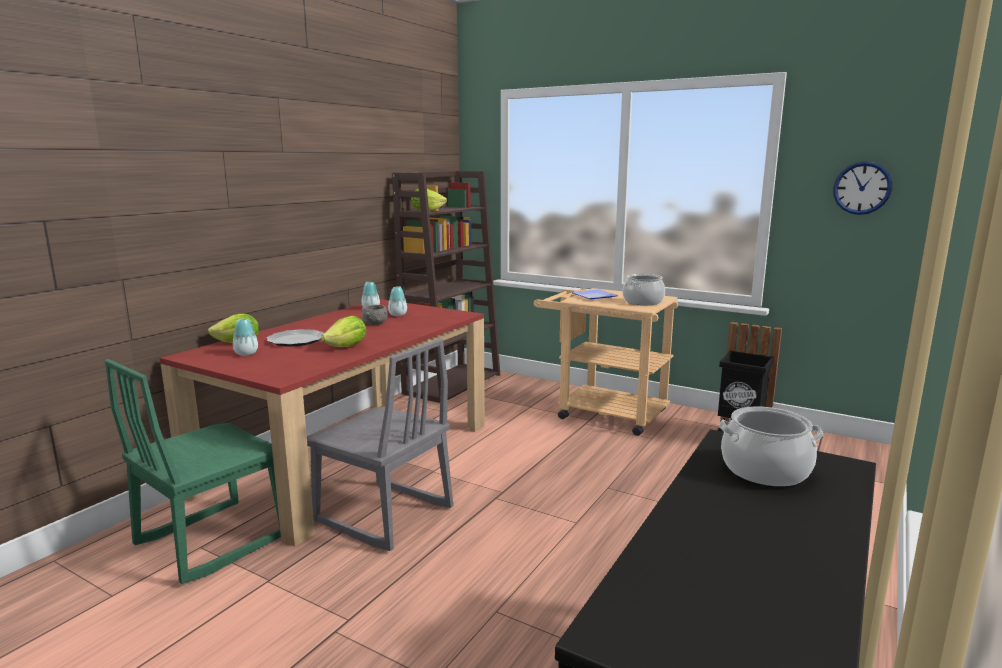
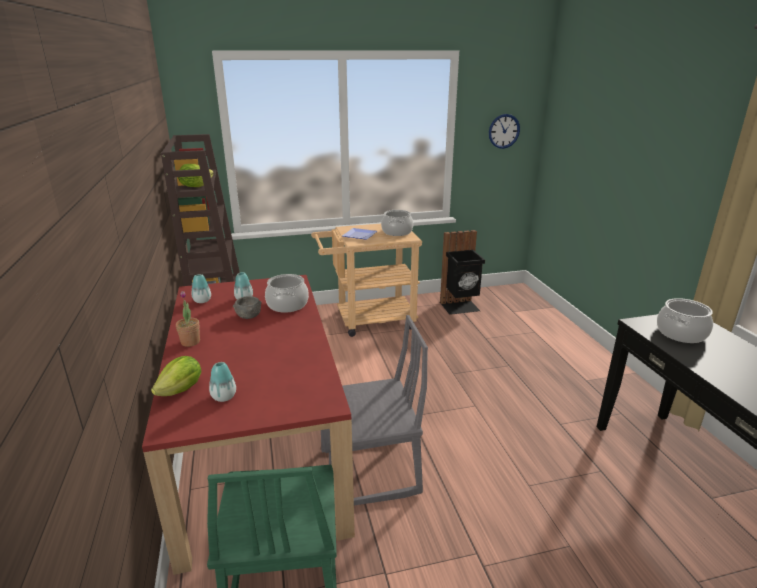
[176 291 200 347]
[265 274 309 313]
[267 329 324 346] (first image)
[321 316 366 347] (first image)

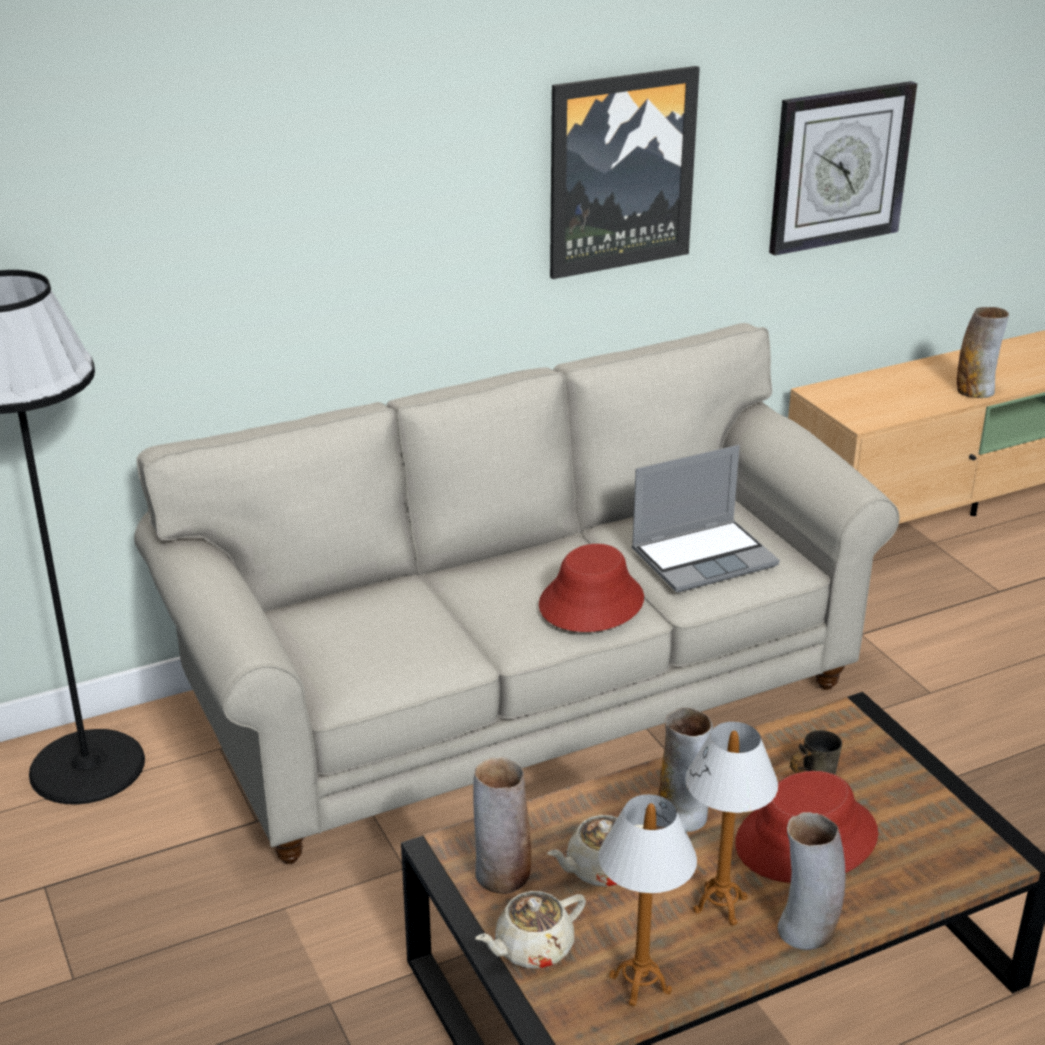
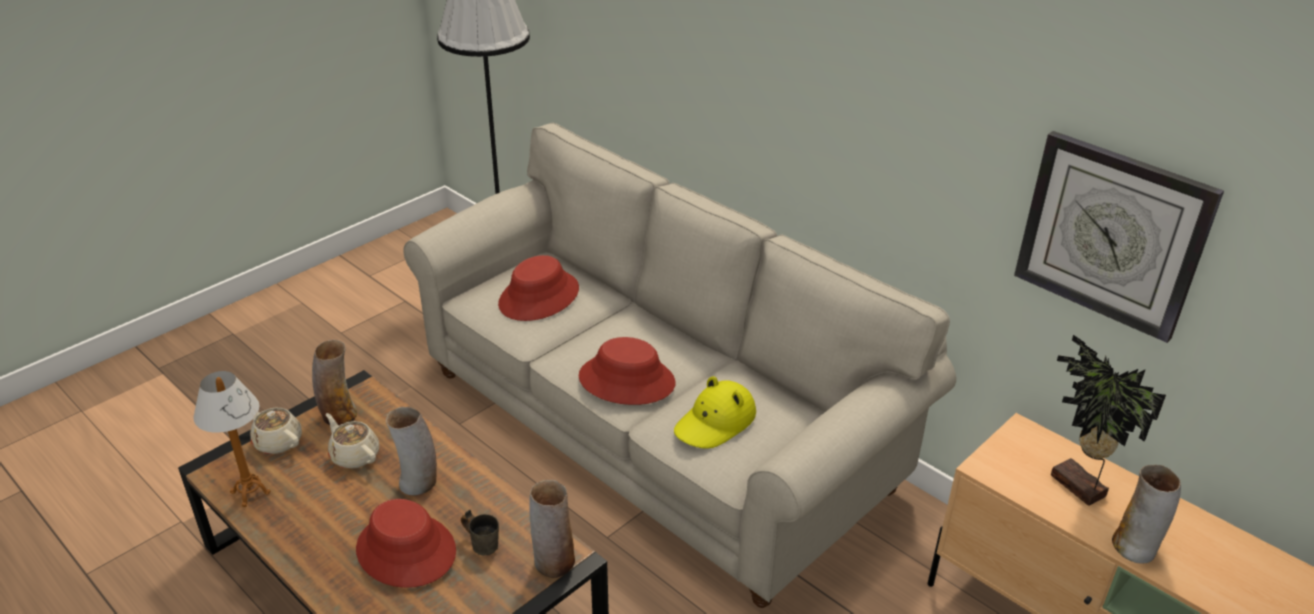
[498 255 579 321]
[529 480 575 578]
[674 376 756 449]
[1051 335 1166 506]
[550 66 700 279] (first image)
[685 722 778 926] (first image)

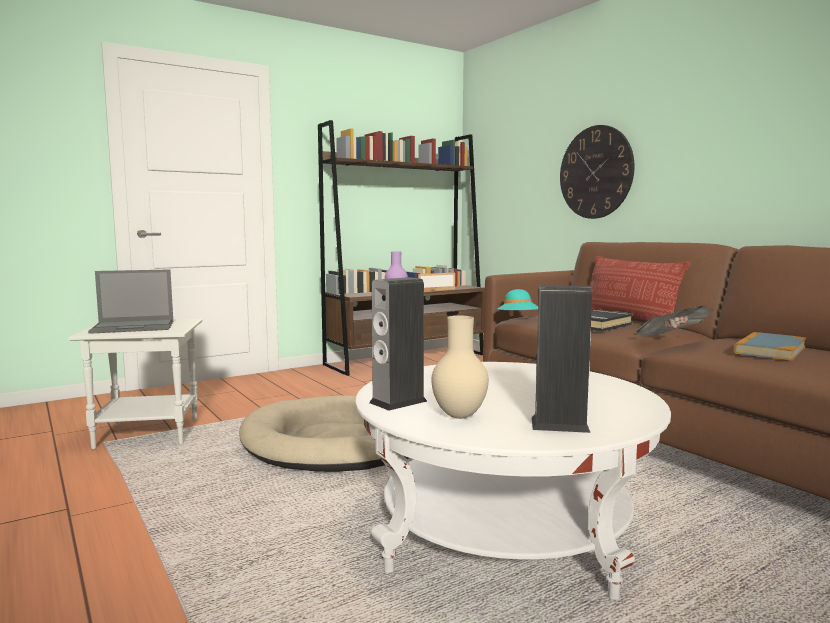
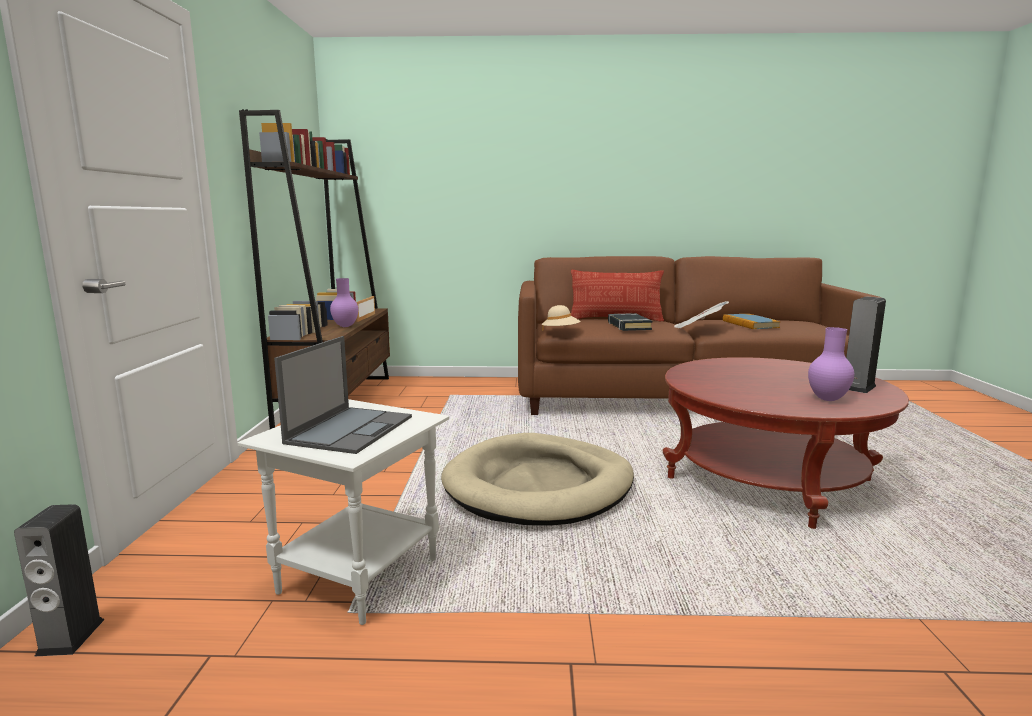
[14 504 105 657]
[542 305 580 331]
[662 357 909 529]
[808 327 854 401]
[560 125 635 219] (first image)

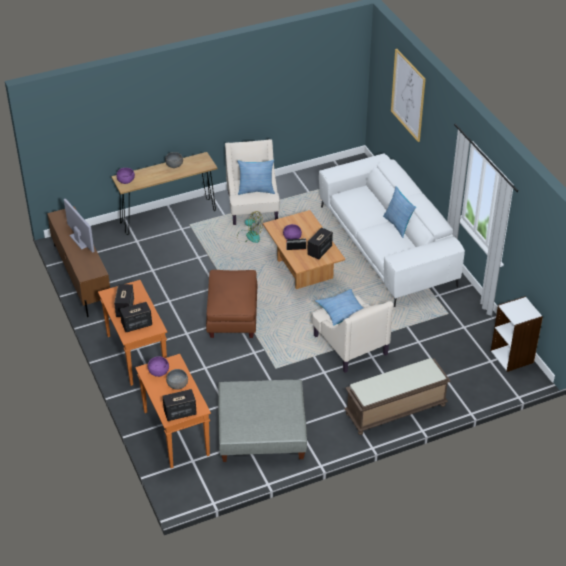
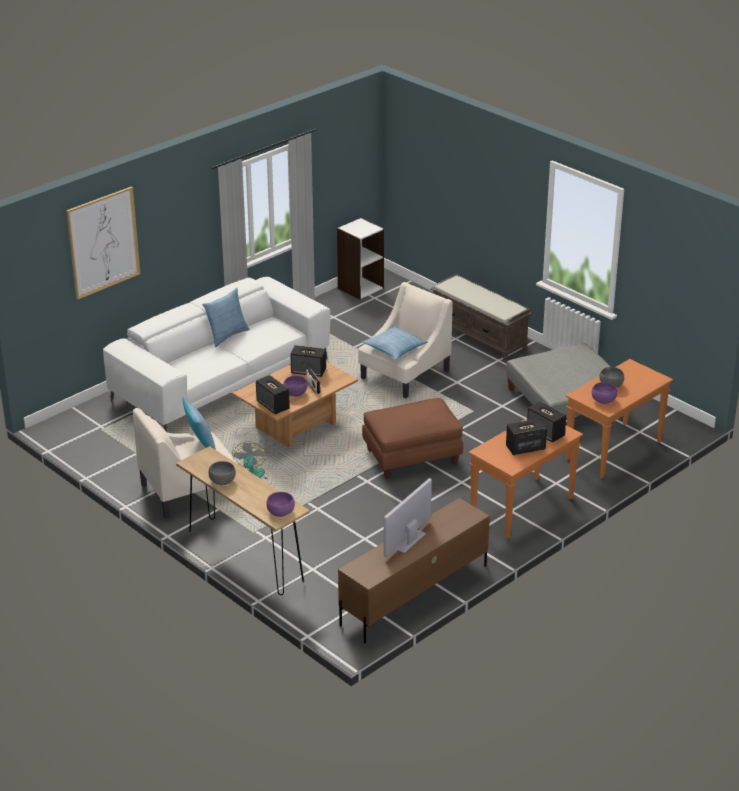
[256 375 290 414]

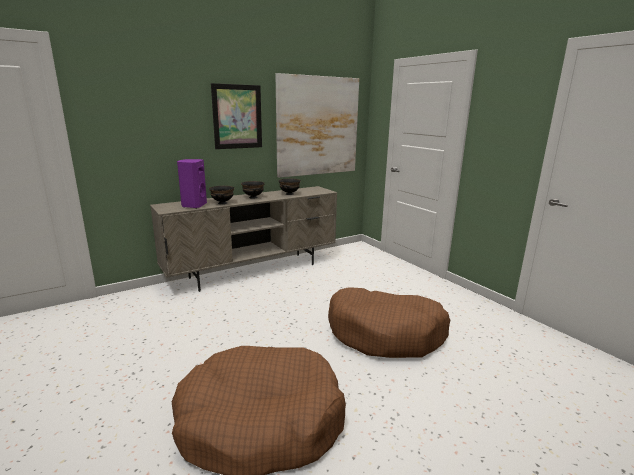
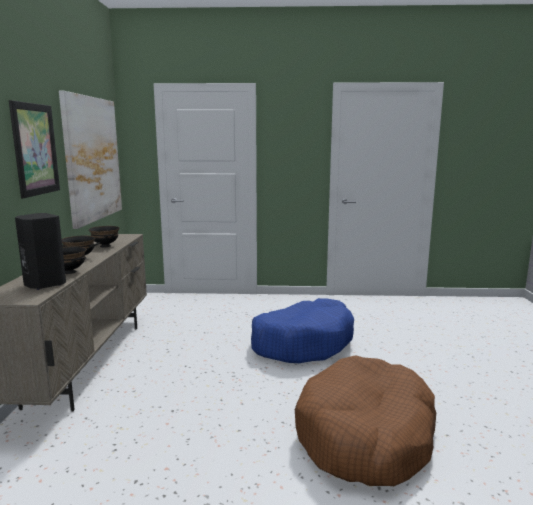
[15 213 66 290]
[251 298 354 363]

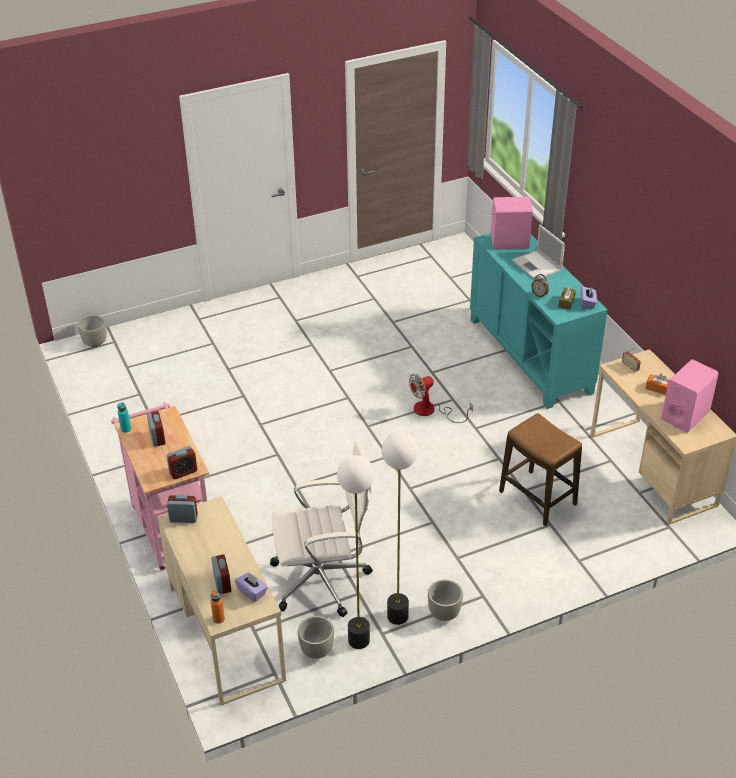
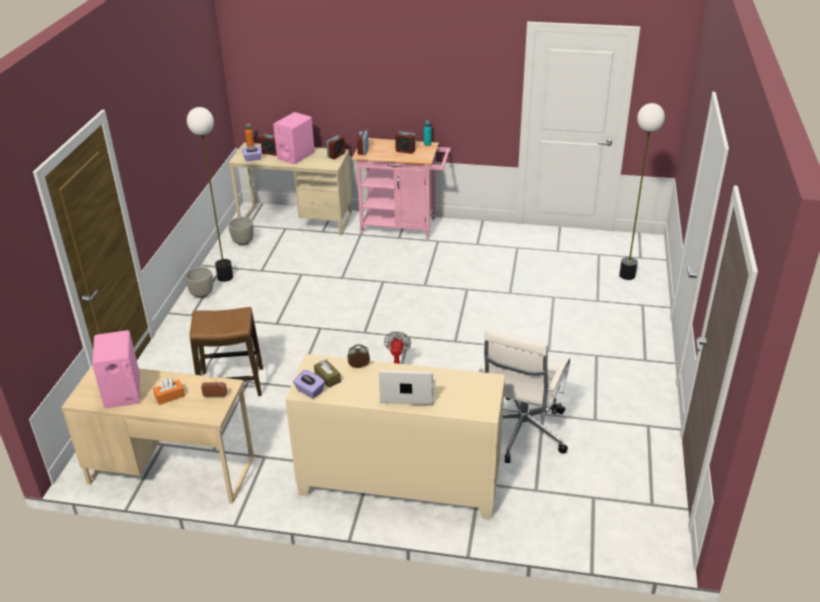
[273 112 315 164]
[285 354 505 520]
[479 328 570 463]
[619 103 665 280]
[78 315 107 347] (first image)

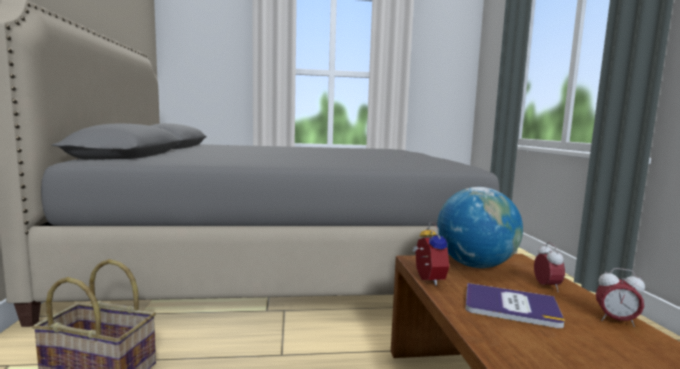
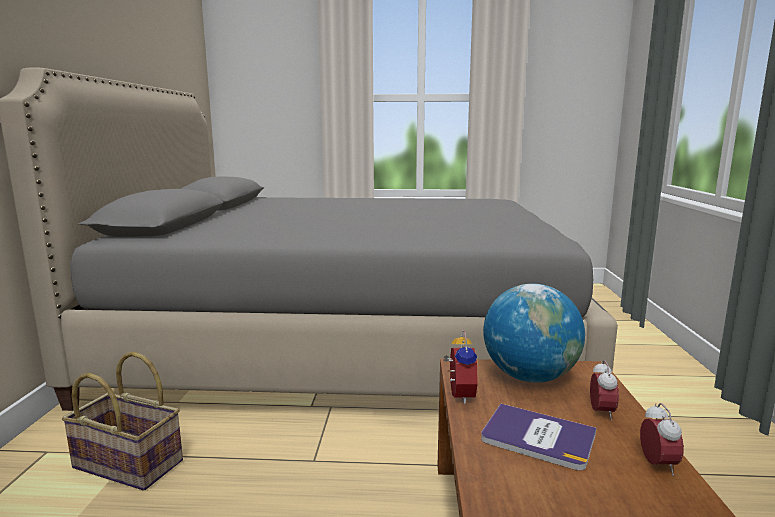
[640 403 684 476]

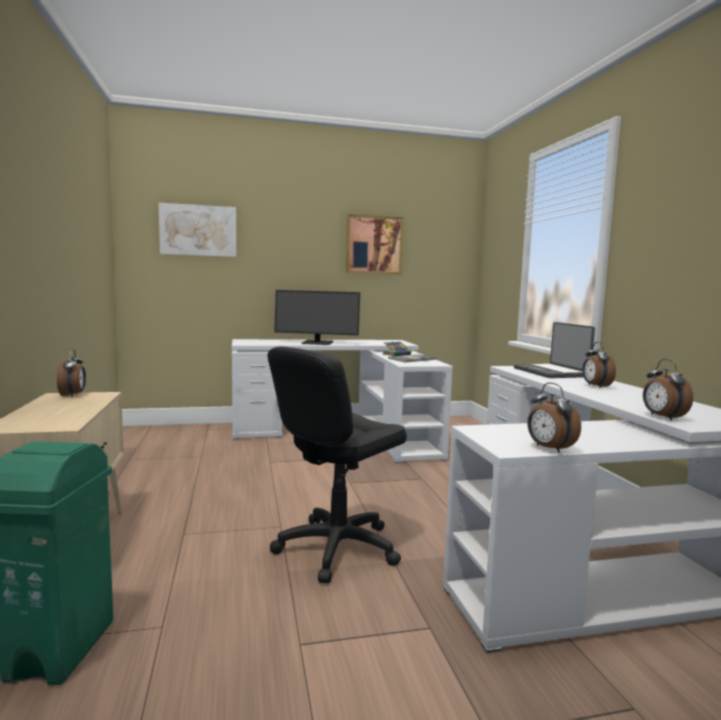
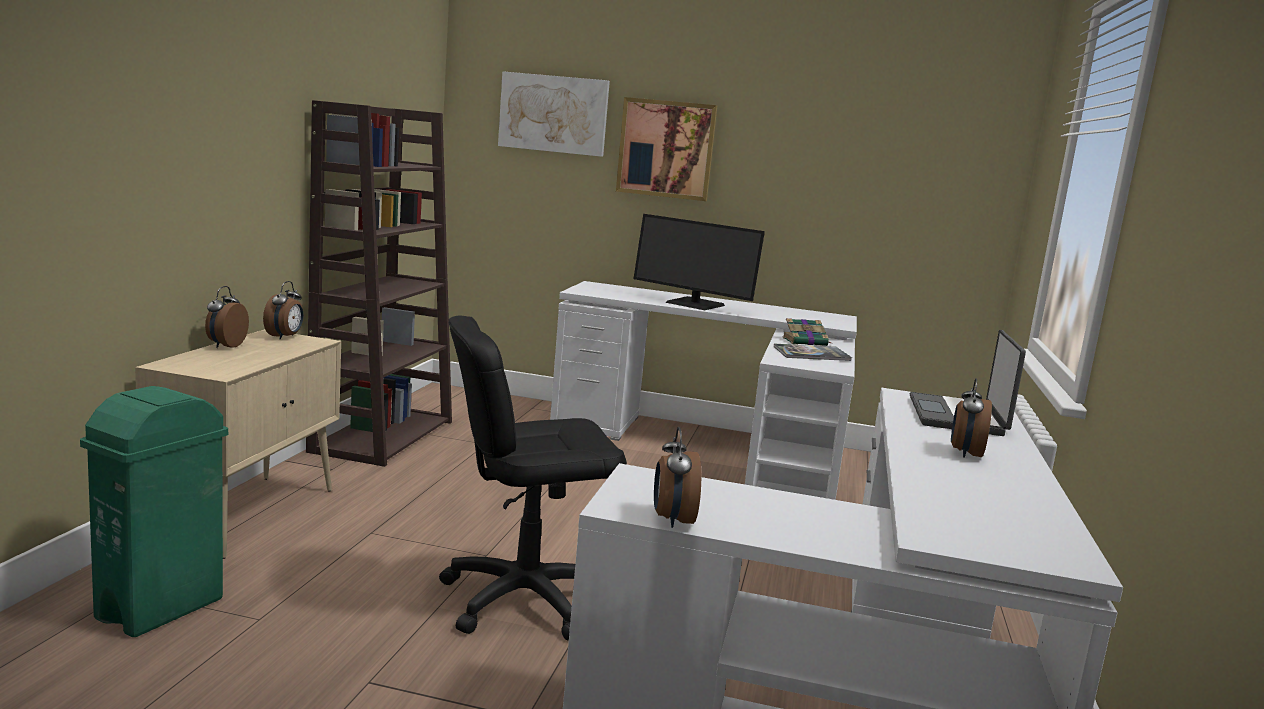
[205 286 249 348]
[306 100 452 467]
[616 97 717 201]

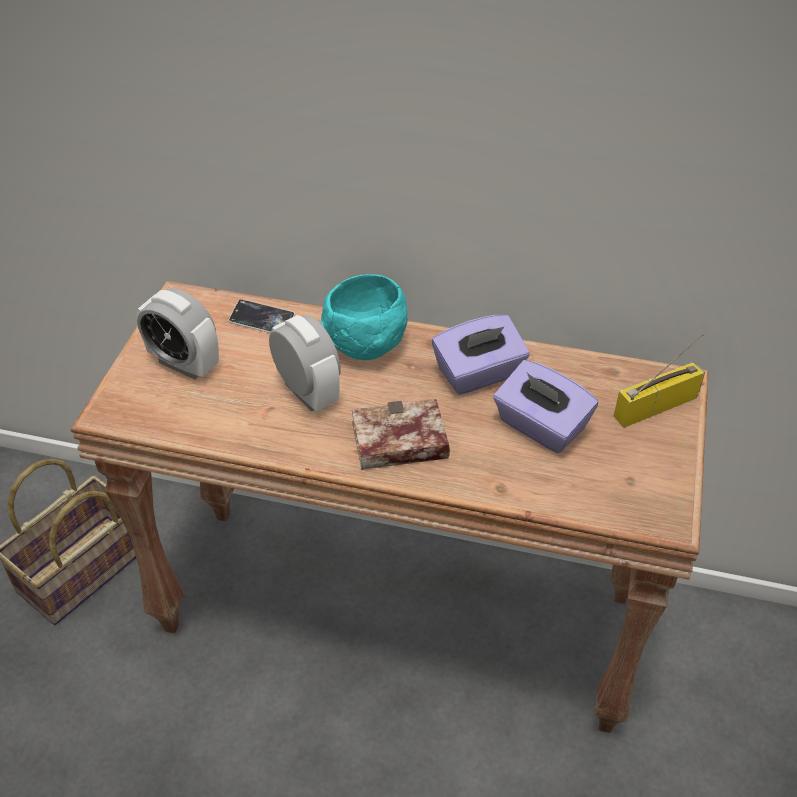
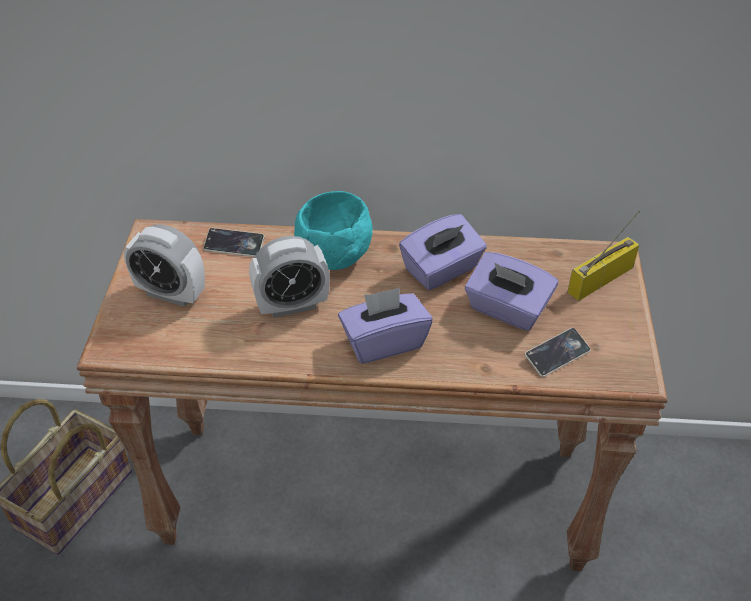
[249 236 330 318]
[338 287 433 364]
[525 328 591 377]

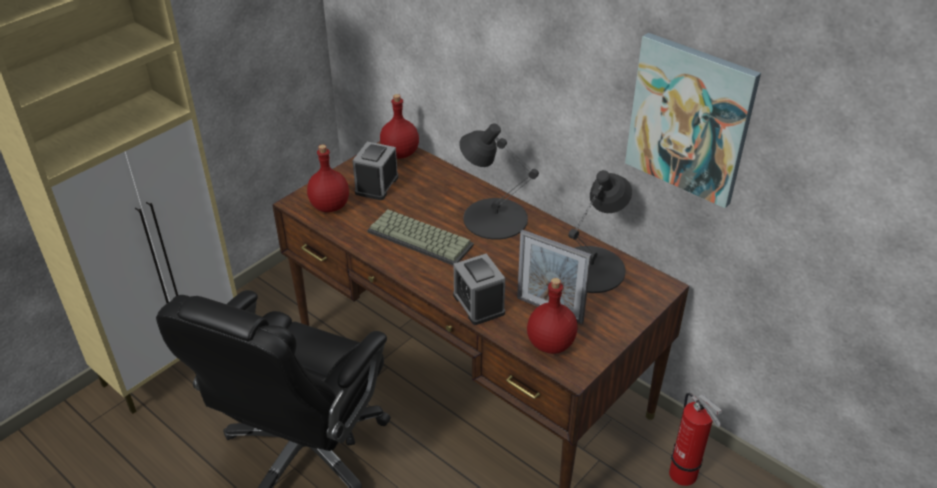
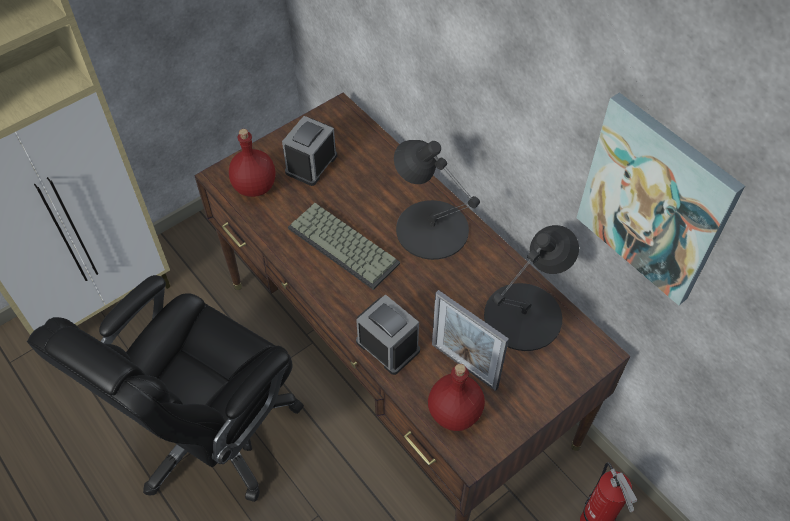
[356 294 420 375]
[380 94 419 159] (first image)

